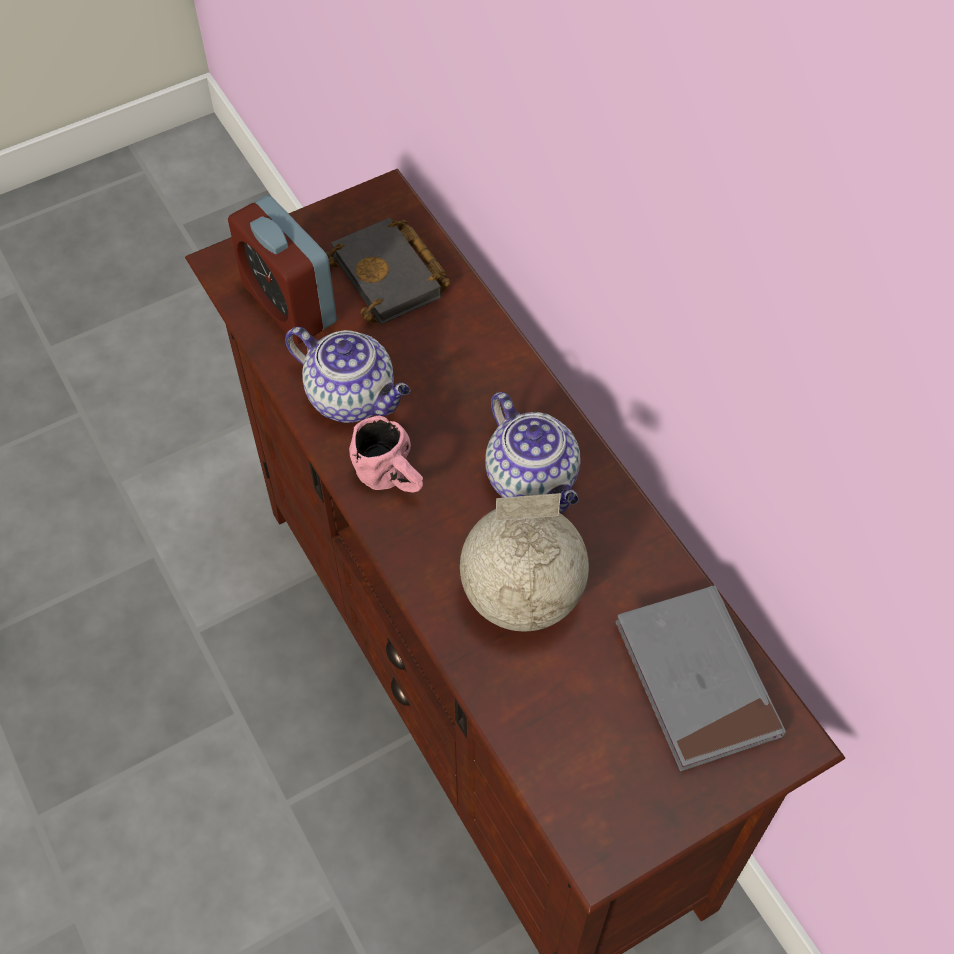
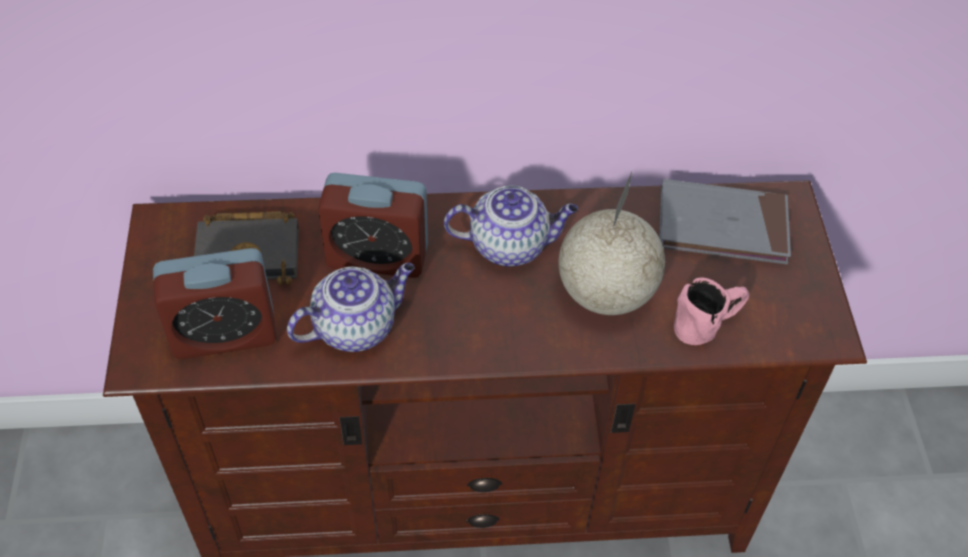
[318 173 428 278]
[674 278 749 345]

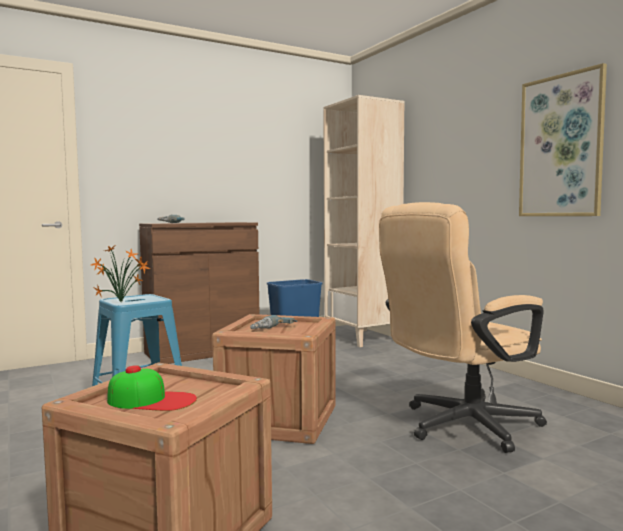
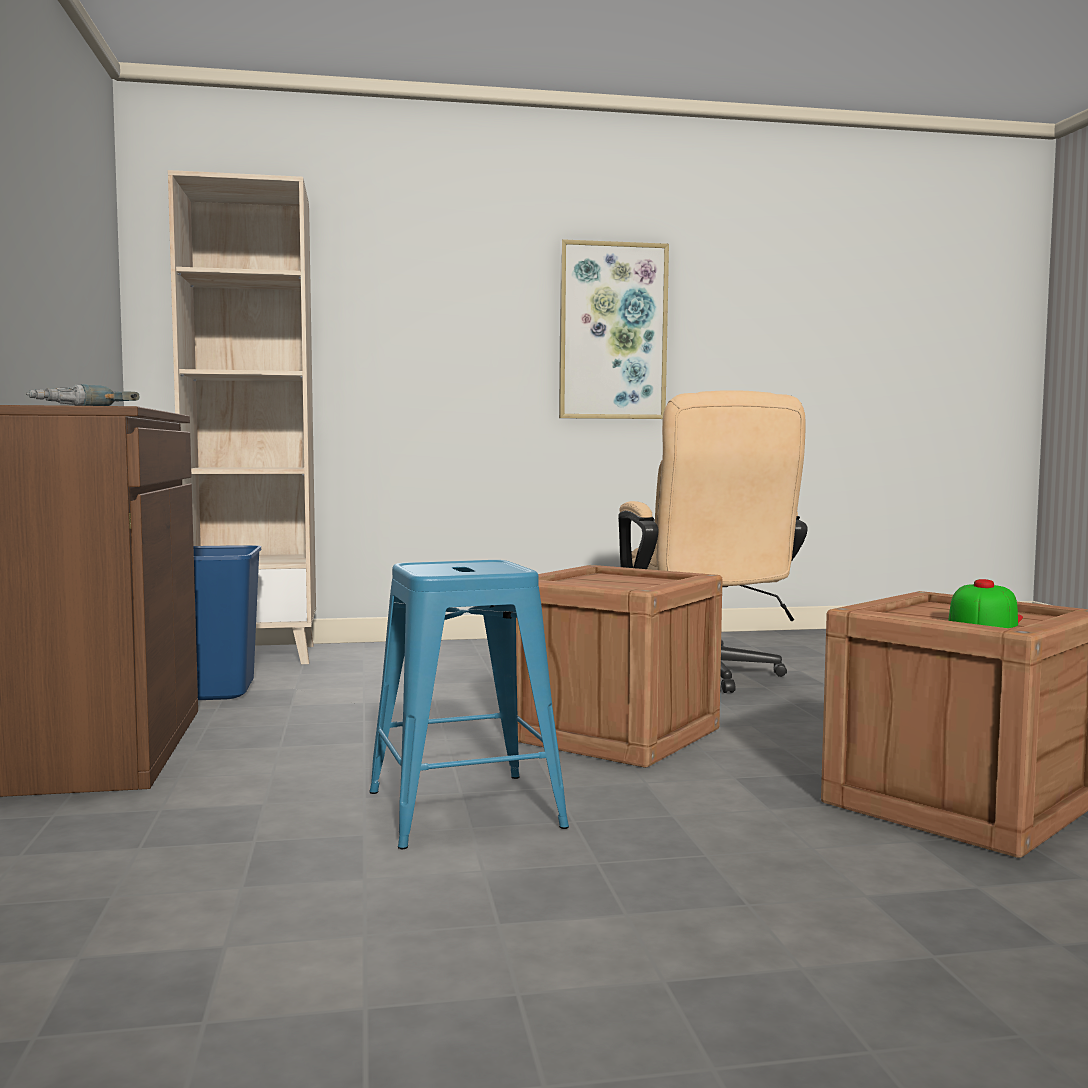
[91 244 150 302] (first image)
[250 315 297 329] (first image)

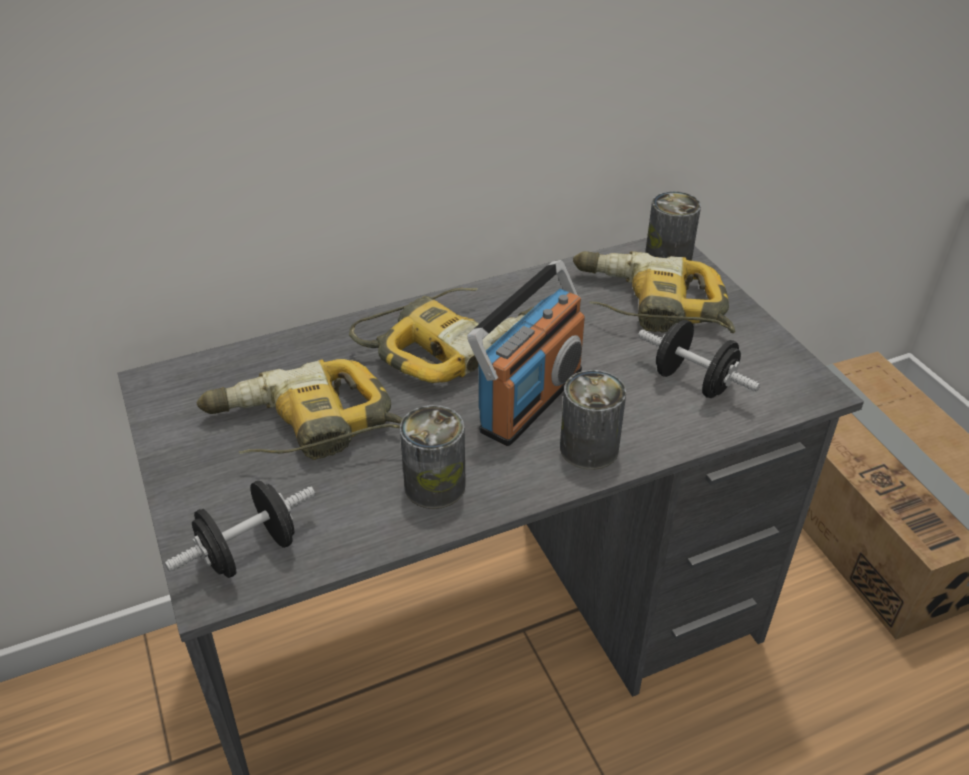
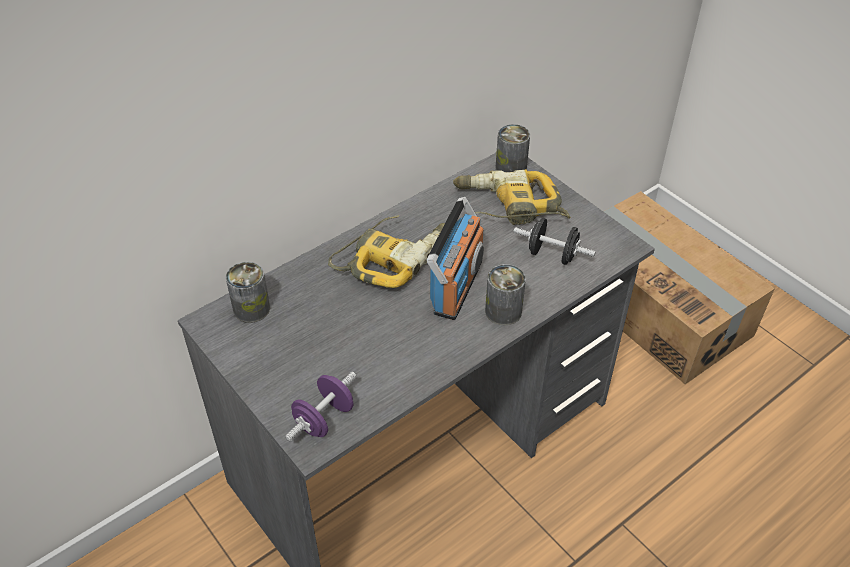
[226 262 270 323]
[285 372 356 441]
[197 359 403 460] (first image)

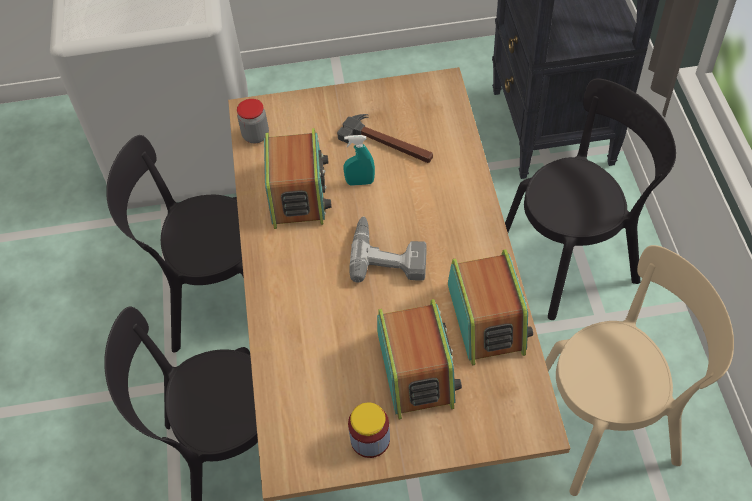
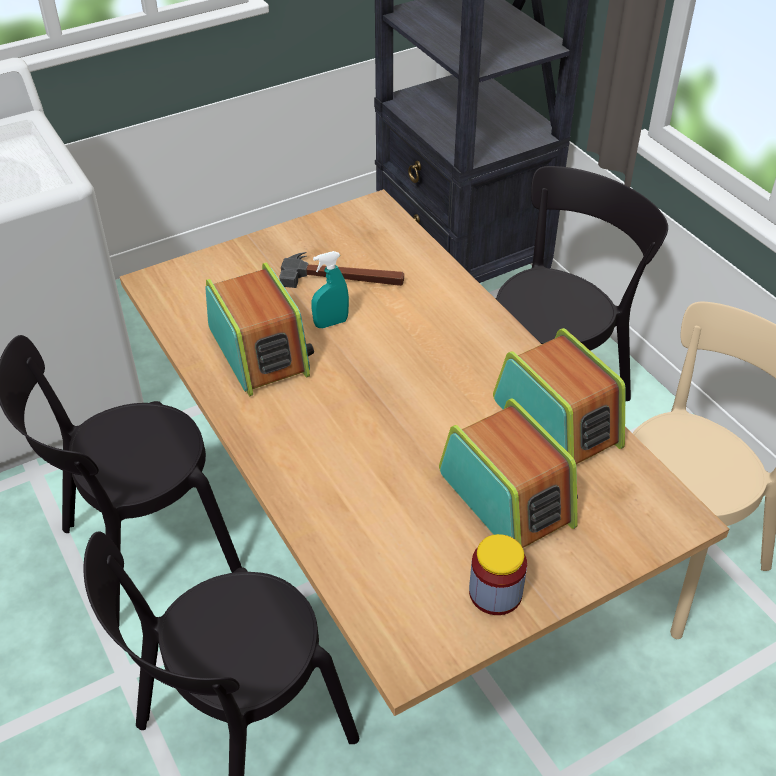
[237 99 269 143] (first image)
[349 216 427 282] (first image)

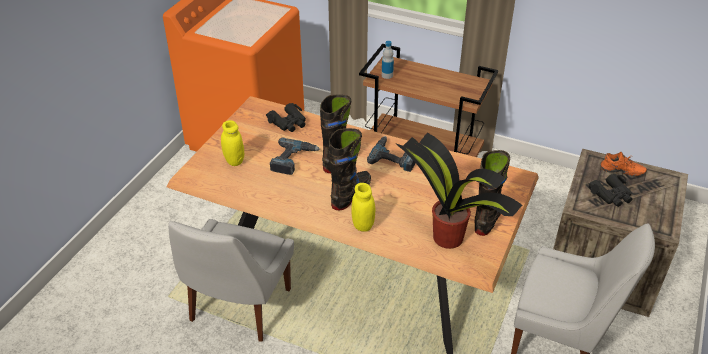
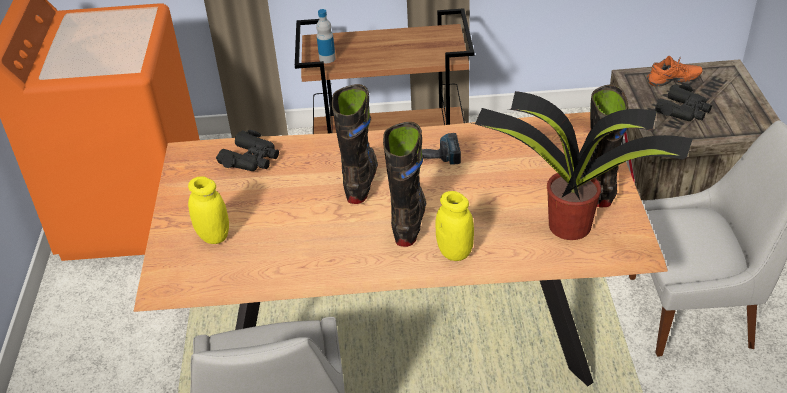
[270 138 320 175] (first image)

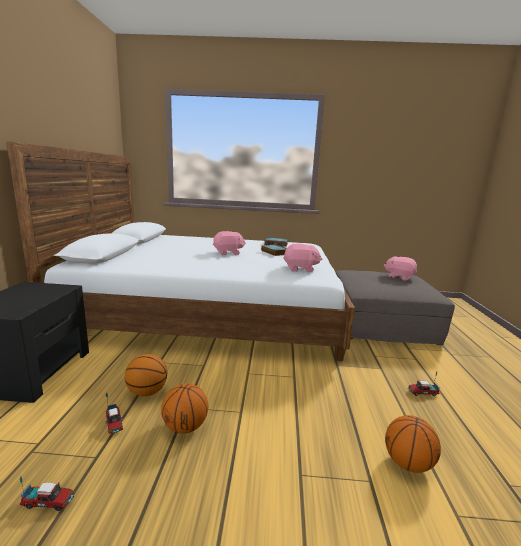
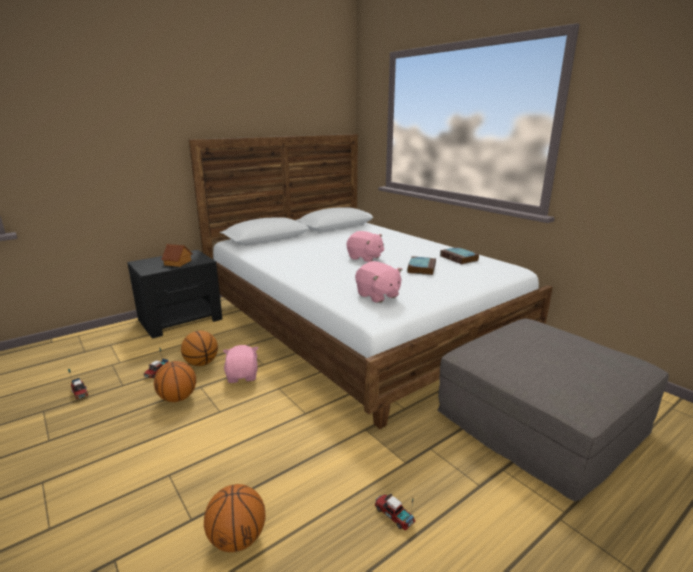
[161 244 193 267]
[223 345 258 383]

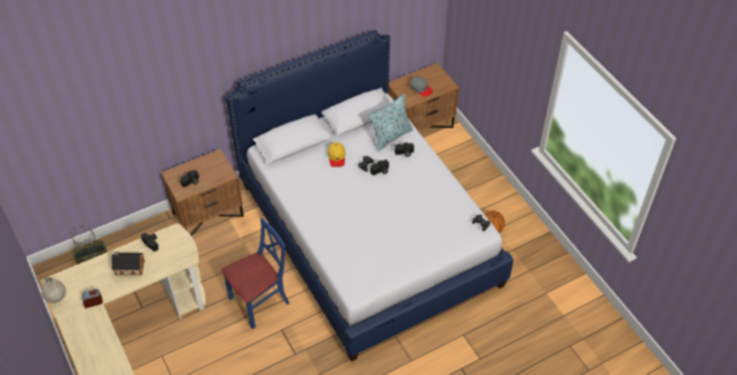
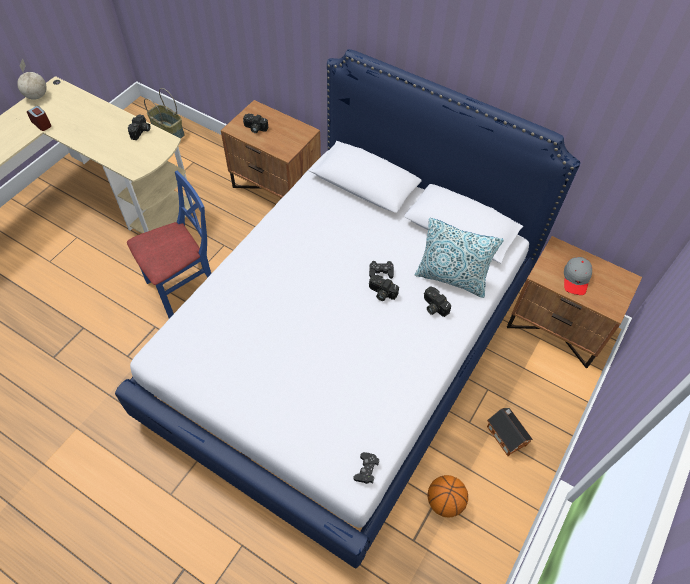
[127 171 212 319]
[487 408 533 456]
[328 142 345 167] (first image)

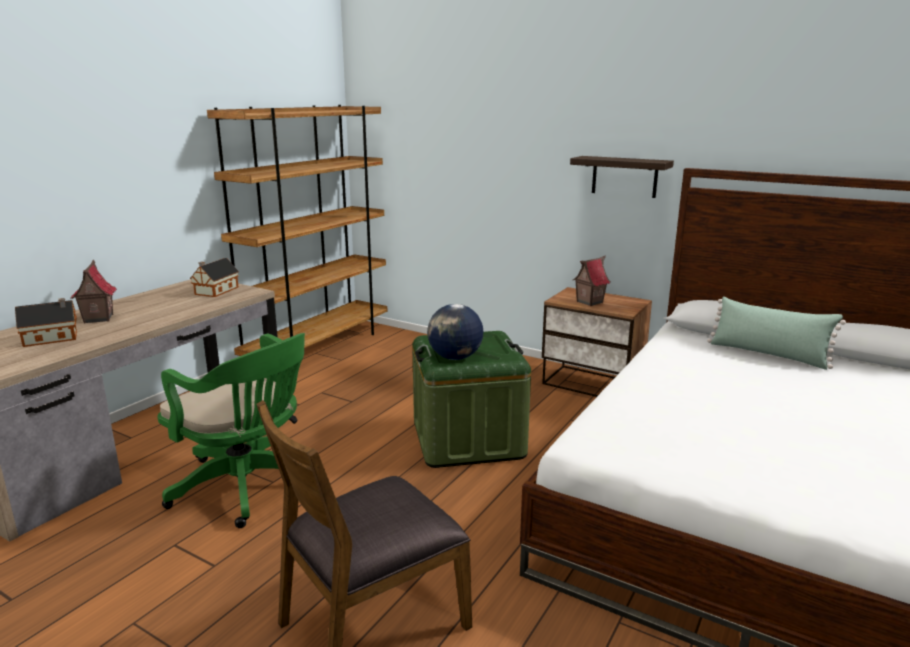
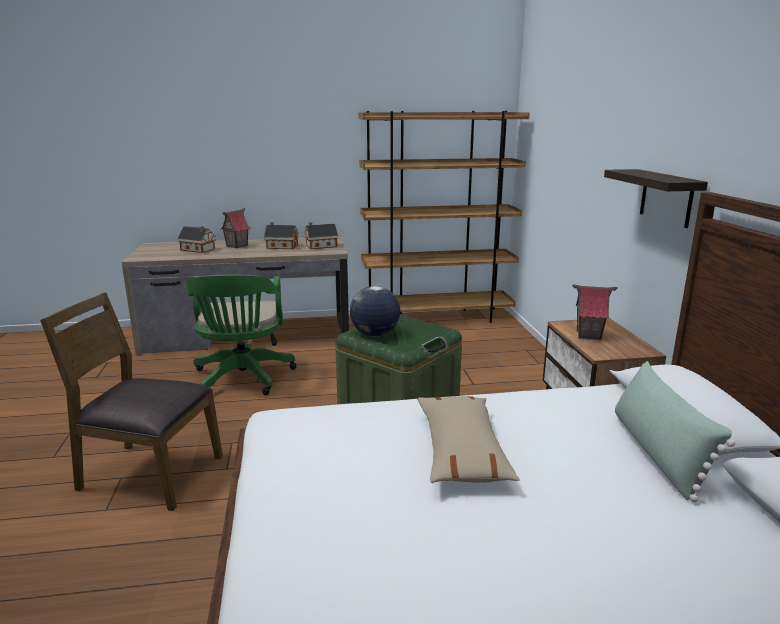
[264 222 298 249]
[417 396 520 483]

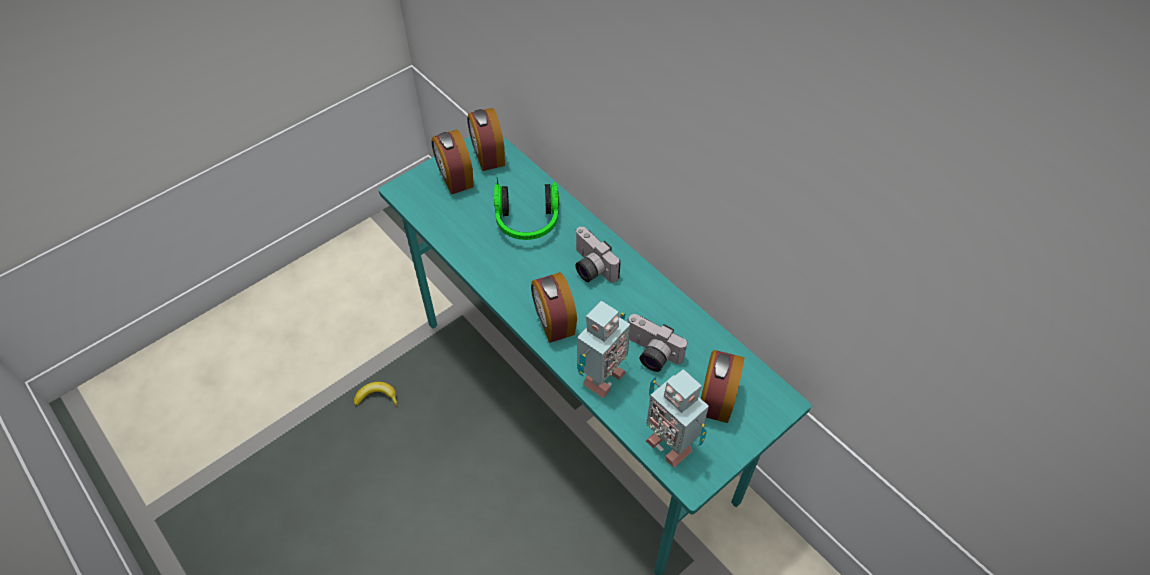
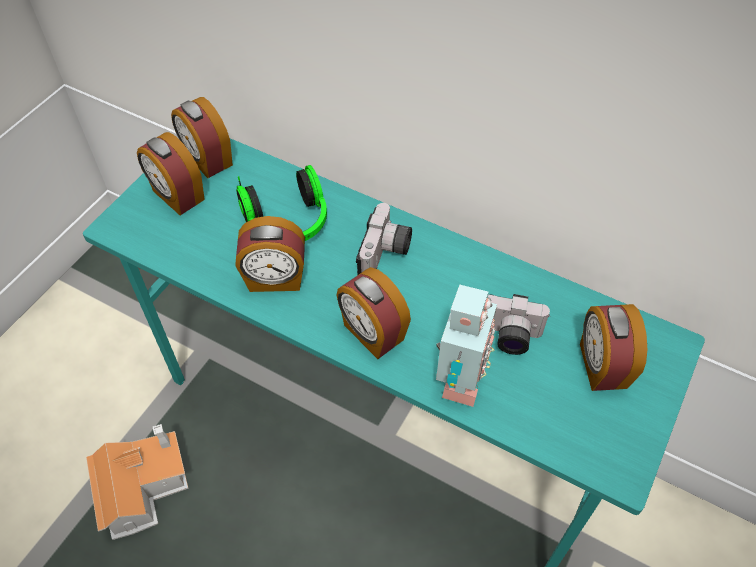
[86 424 189 540]
[235 216 305 292]
[356 203 412 275]
[646 369 709 468] (first image)

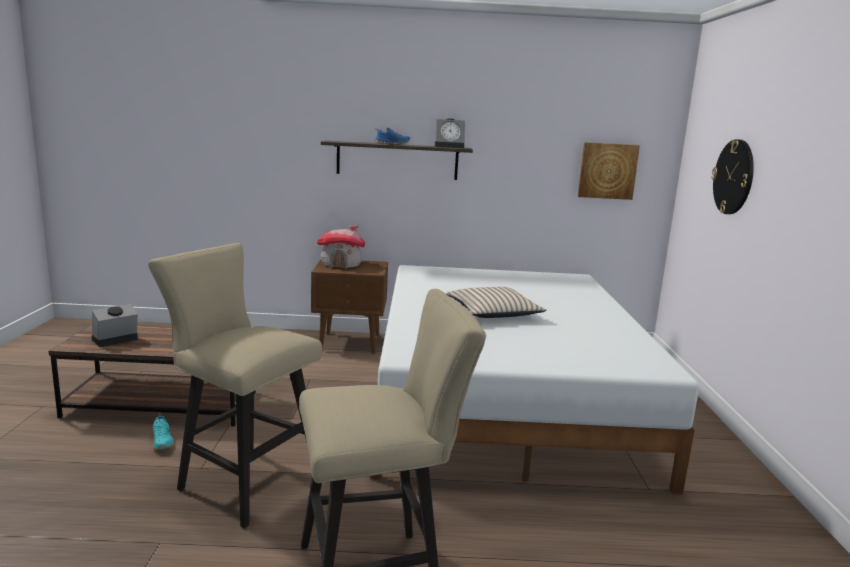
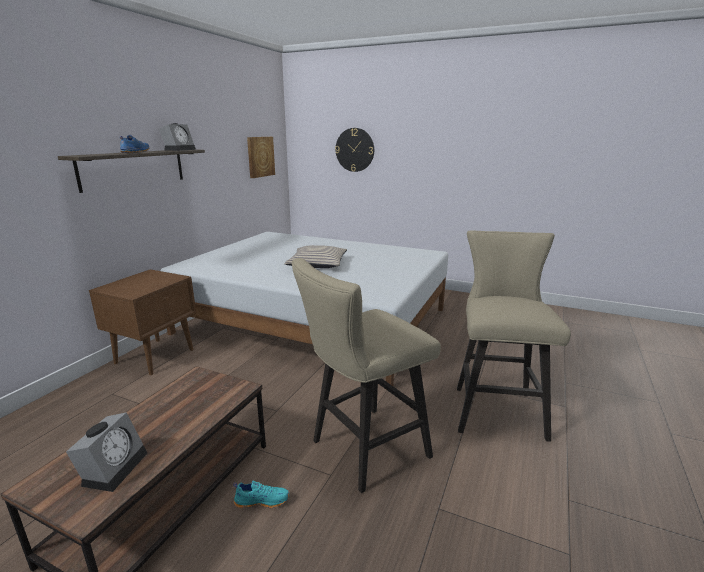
[66 412 147 492]
[317 225 365 269] (first image)

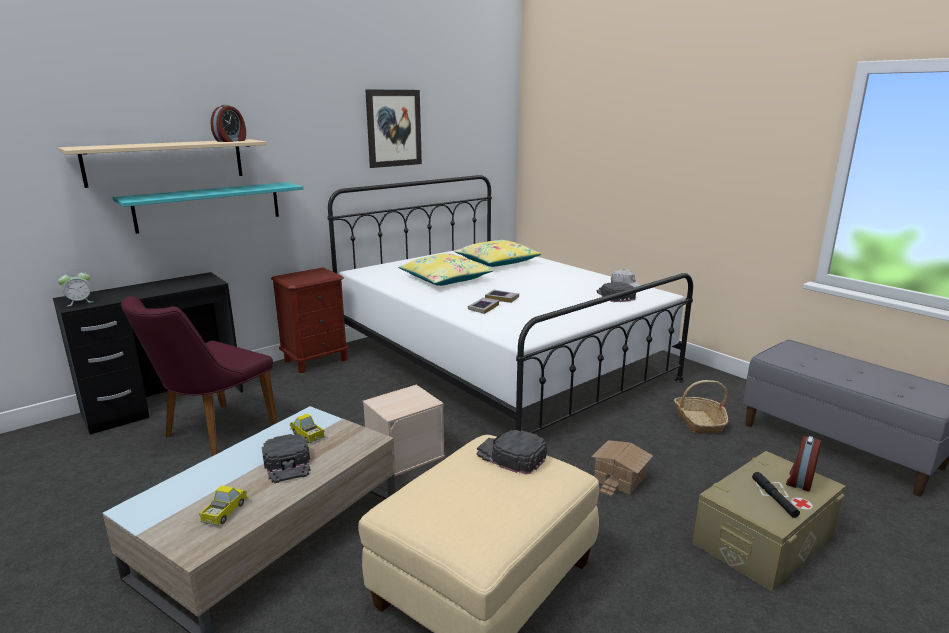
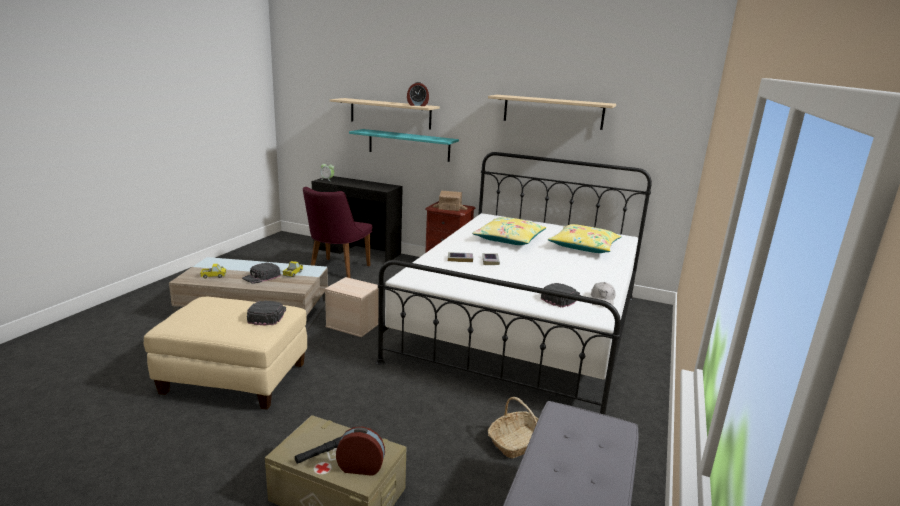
[303 187 372 278]
[433 191 467 211]
[488 95 616 130]

